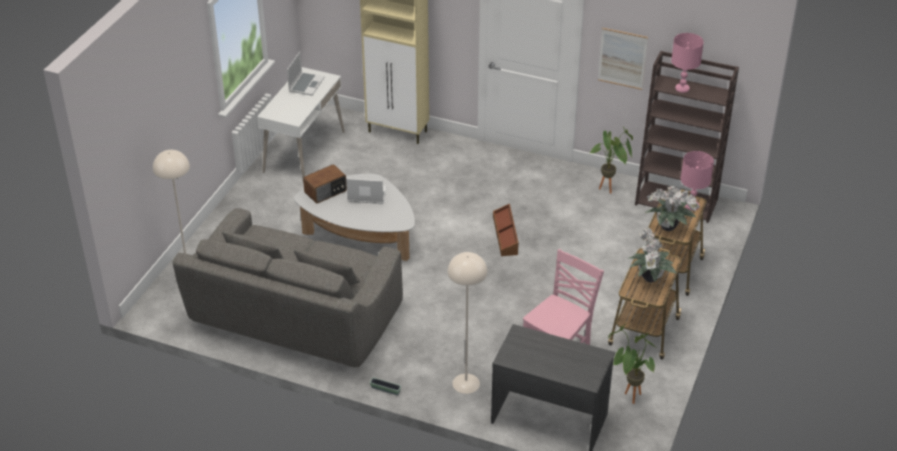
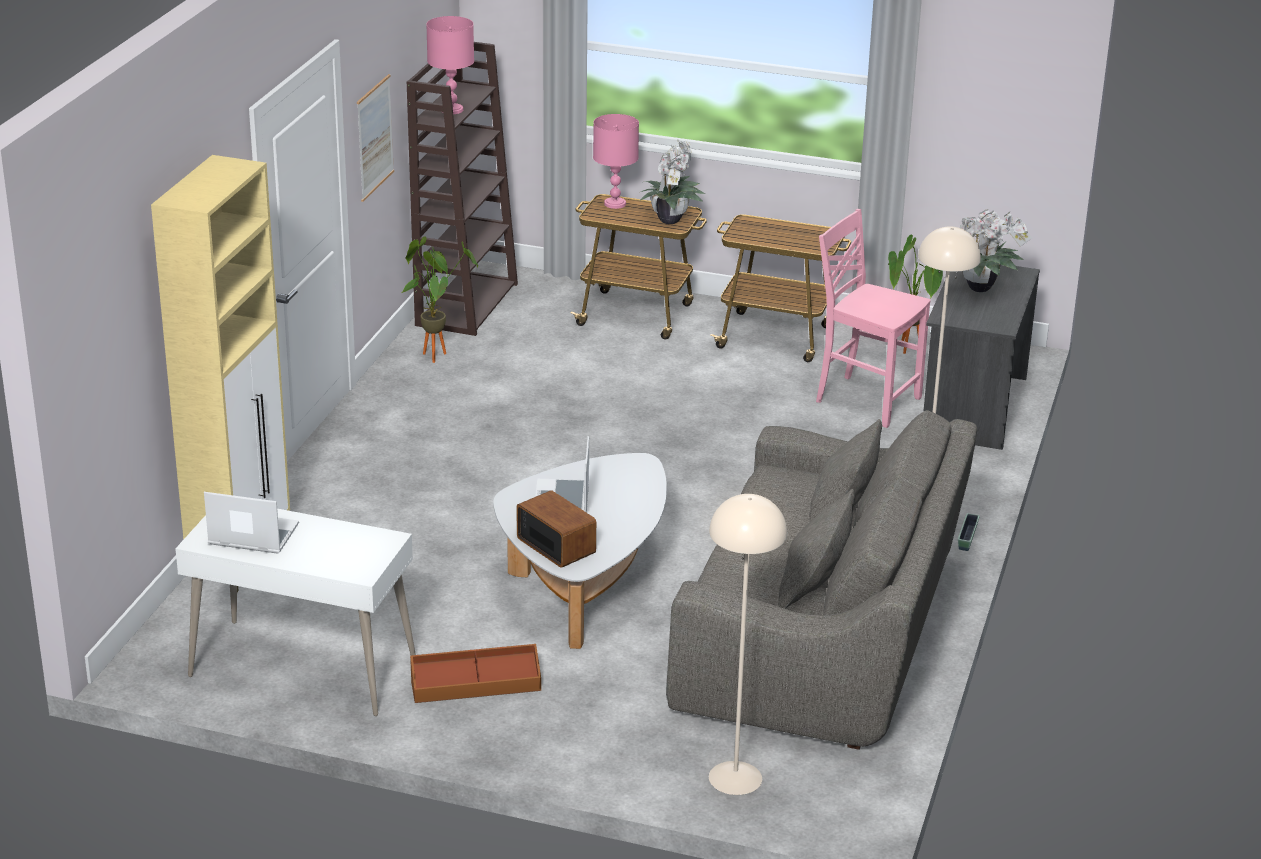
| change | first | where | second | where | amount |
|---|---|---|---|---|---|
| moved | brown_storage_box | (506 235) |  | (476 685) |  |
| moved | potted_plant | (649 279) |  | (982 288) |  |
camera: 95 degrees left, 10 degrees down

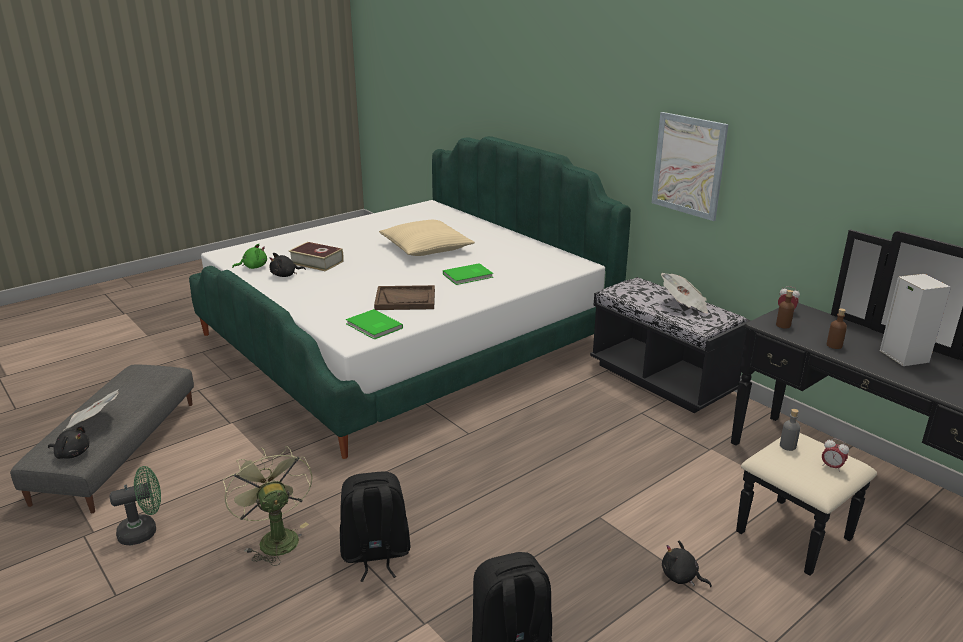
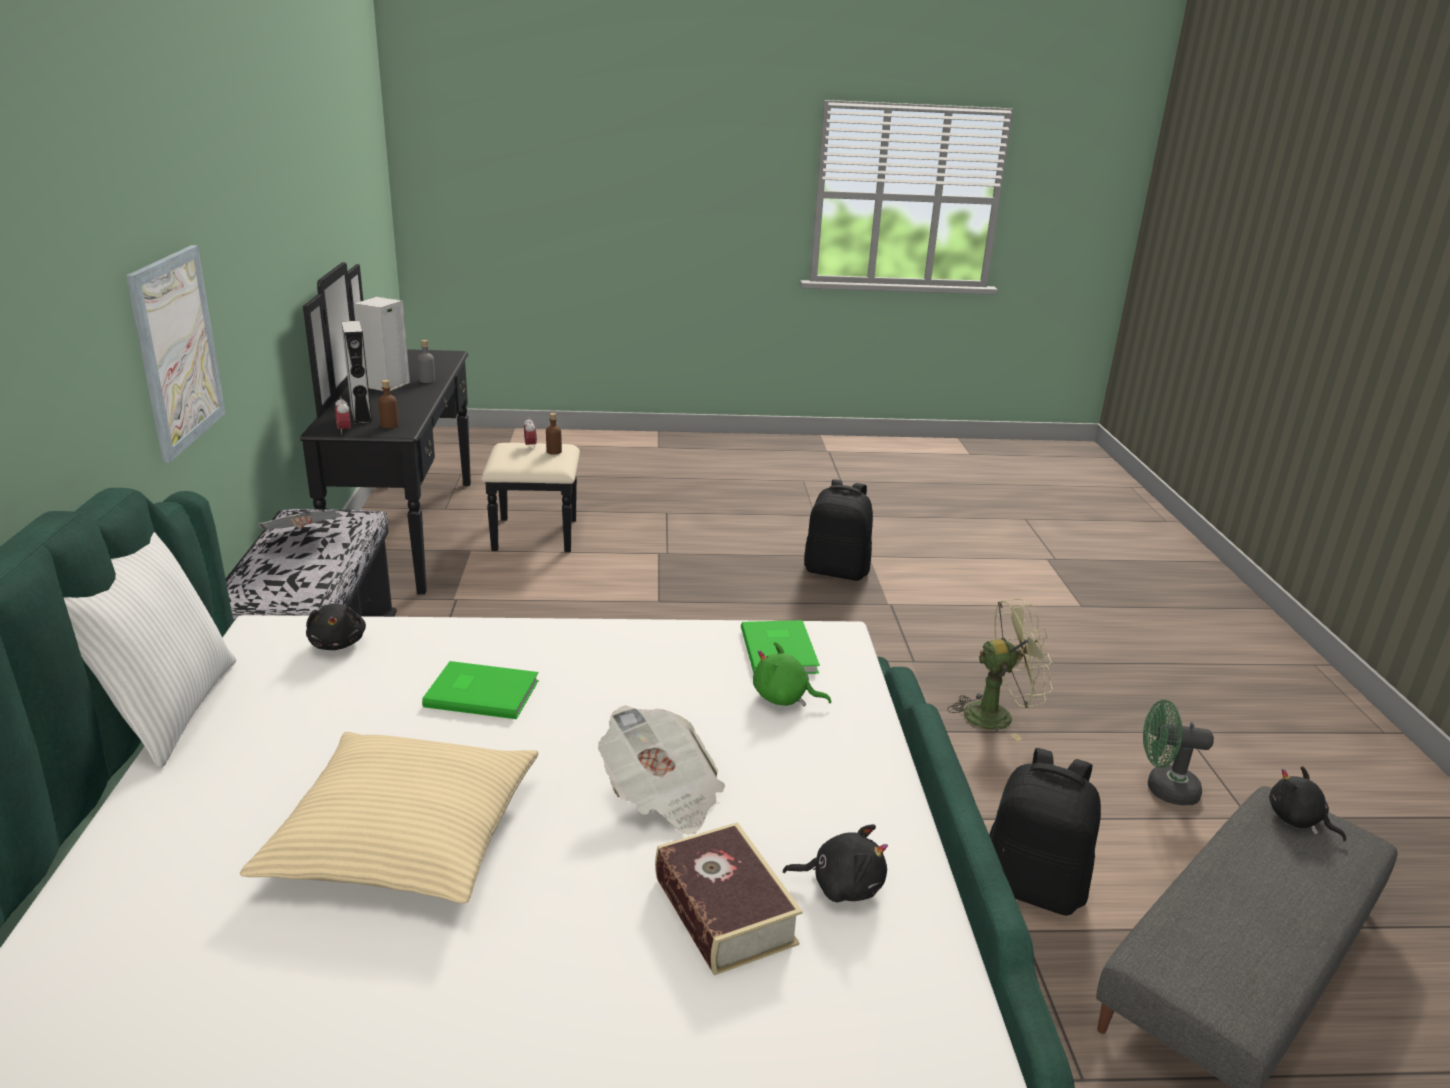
| change | first | where | second | where | amount |
|---|---|---|---|---|---|
| moved | green_plush_toy | (253 267) |  | (784 698) |  |
| removed | brown_tray | (405 300) |  |  |  |
| moved | brown_bottle | (834 345) |  | (554 452) |  |
| moved | newspaper | (94 422) |  | (662 795) |  |
| moved | grey_bottle | (787 446) |  | (427 380) |  |
| turned | green_fan | (275 538) |  | (997 715) | 105 degrees counterclockwise |
| moved | black_backpack | (375 554) |  | (1033 886) |  |
| moved | black_plush_toy | (681 577) |  | (338 643) |  |
| added |  |  | grey_speaker | (361 415) |  |
| added |  |  | white_pillow | (167 711) |  |
camera: 145 degrees left, 0 degrees up

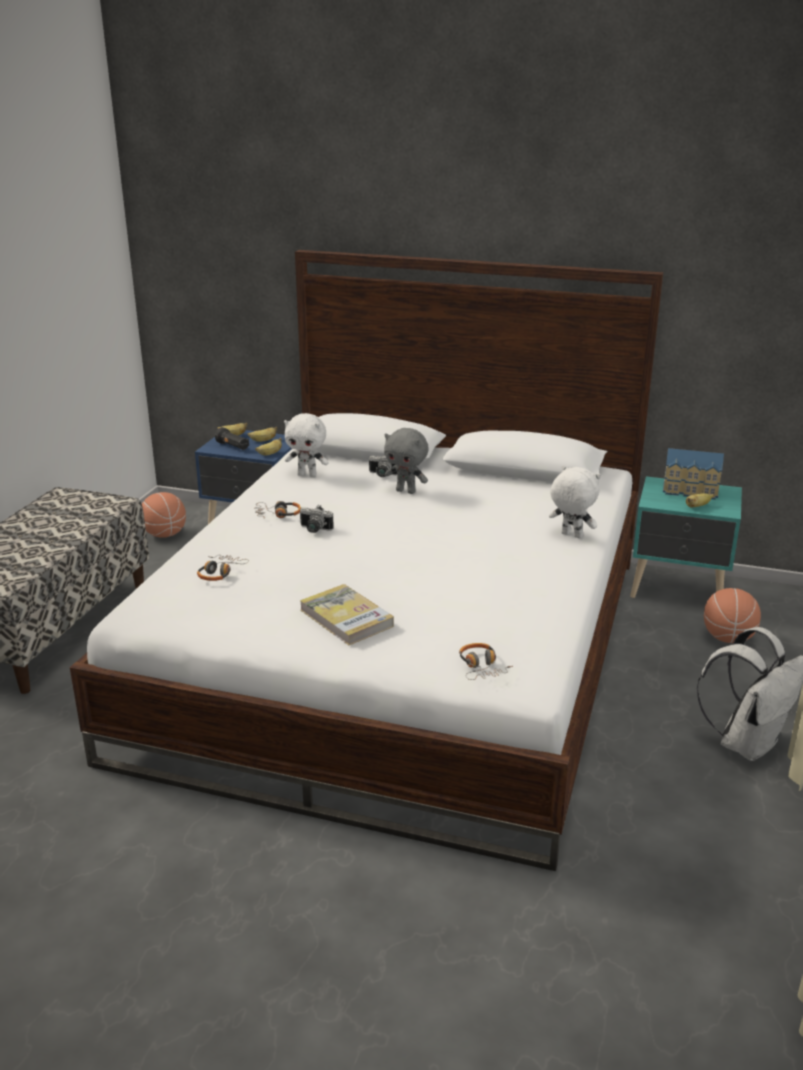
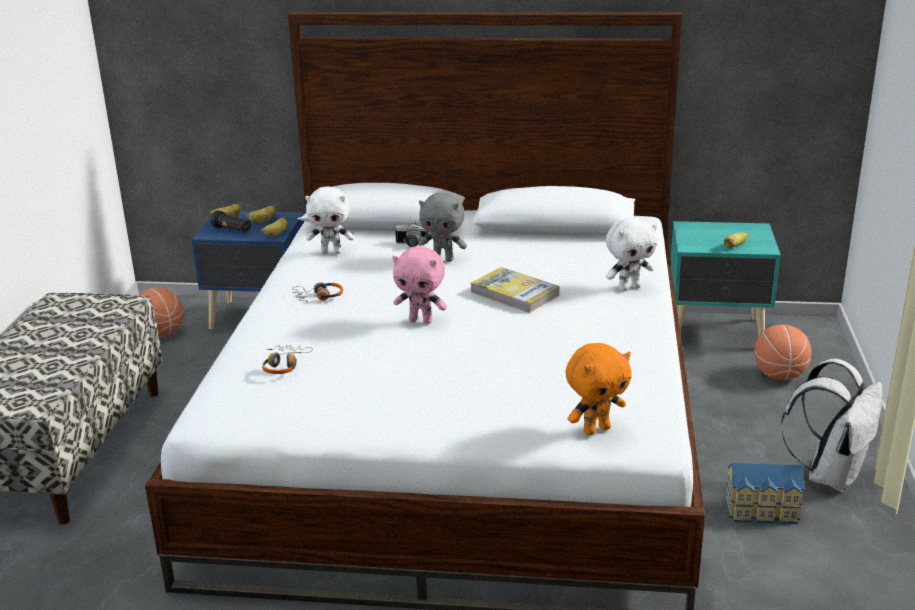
| change | first | where | second | where | amount |
|---|---|---|---|---|---|
| moved | toy_house | (690 491) |  | (763 511) |  |
| turned | white_plush_toy | (570 535) |  | (629 288) | 135 degrees clockwise |
| removed | photo_camera | (314 529) |  |  |  |
| moved | book | (346 618) |  | (514 293) |  |
| replaced | headphones | (481 667) | orange_plush_toy | (596 429) |  |
| added |  |  | pink_plush_toy | (421 320) |  |
camera: 10 degrees left, 0 degrees up

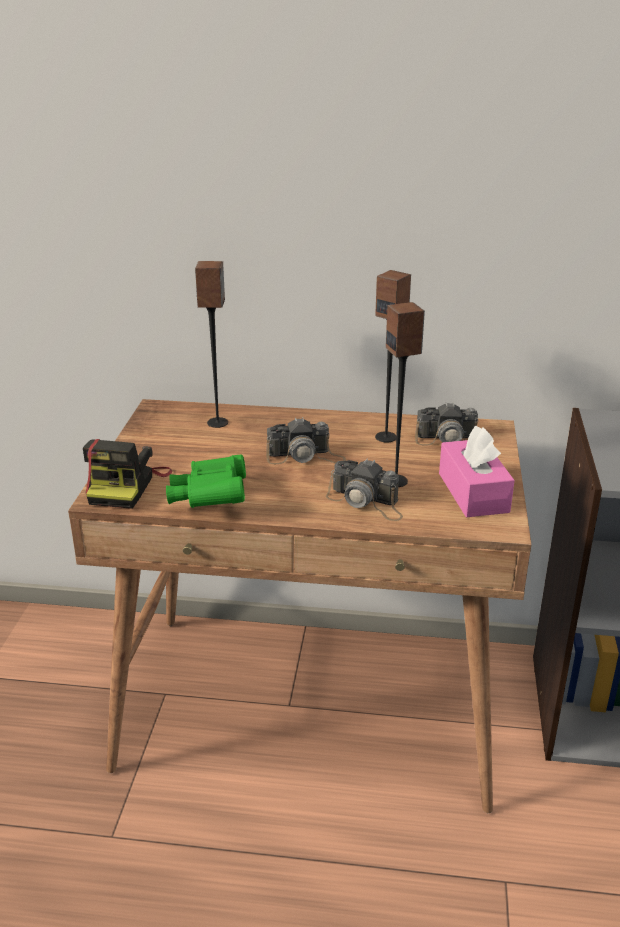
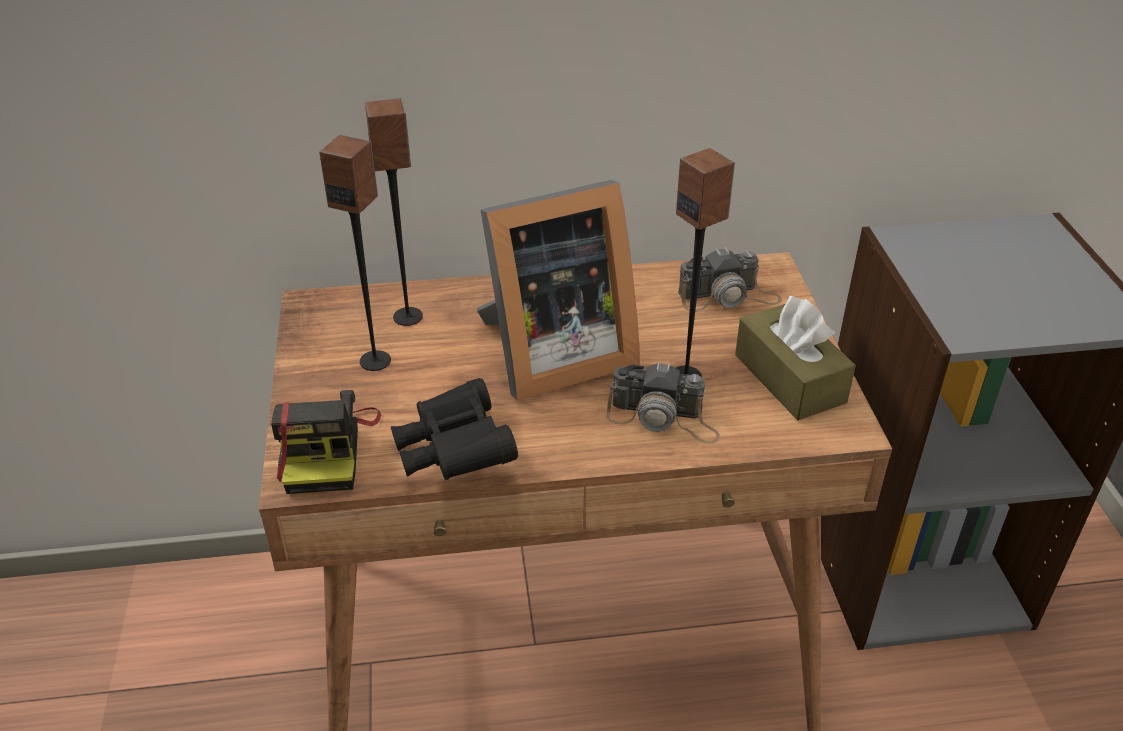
| change | first | where | second | where | amount |
|---|---|---|---|---|---|
| moved | speaker | (386 437) |  | (375 360) |  |
| replaced | photo_camera | (305 456) | picture_frame | (551 355) |  |
| recoloured | pink_tissue_box | (473 492) | brown_tissue_box | (789 378) |  |
| recoloured | green_binoculars | (210 499) | black_binoculars | (454 452) |  |
camera: 15 degrees left, 10 degrees up

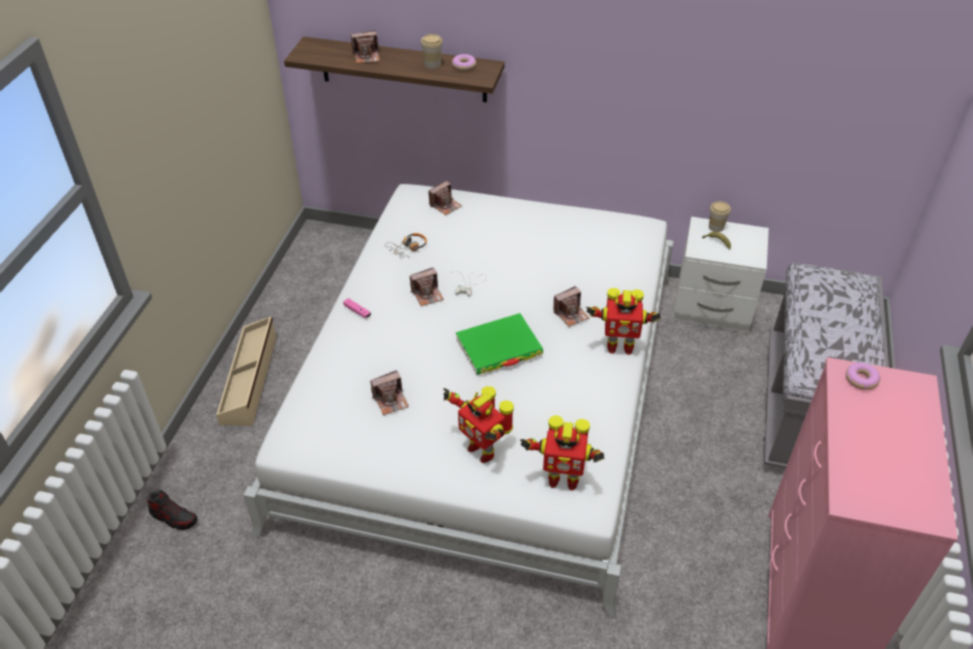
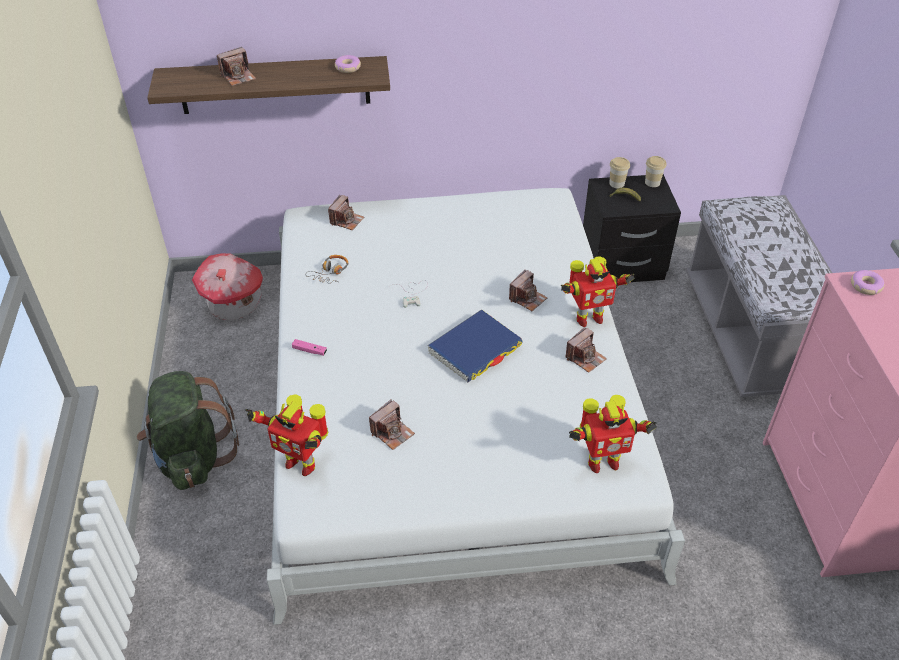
| change | first | where | second | where | amount |
|---|---|---|---|---|---|
| moved | cup | (432 64) |  | (652 182) |  |
| recoloured | white_nightstand | (711 309) | black_nightstand | (622 265) |  |
| moved | photo_camera | (427 294) |  | (585 358) |  |
| recoloured | green_book | (499 347) | blue_book | (475 349) |  |
| replaced | beige_storage_box | (250 379) | green_backpack | (192 457) |  |
| moved | toy_robot | (482 449) |  | (300 462) |  |
| removed | shoe | (174 517) |  |  |  |
| added |  |  | toy_house | (234 304) |  |
camera: 20 degrees left, 0 degrees up

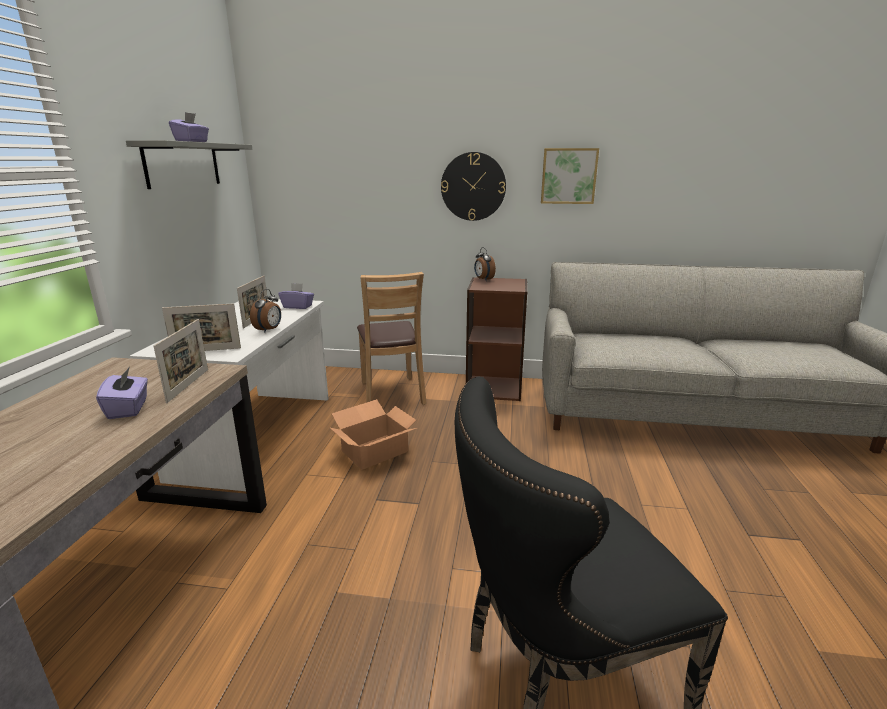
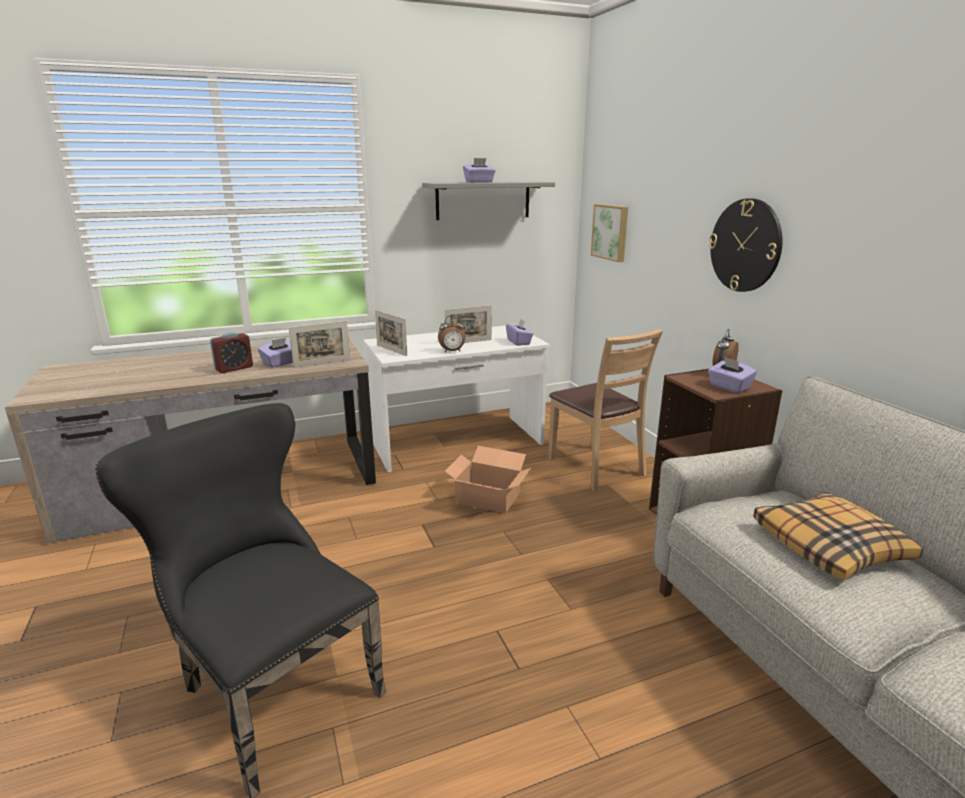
| change | first | where | second | where | amount |
|---|---|---|---|---|---|
| moved | picture | (568 176) |  | (611 232) |  |
| turned | brown_chair | (391 393) |  | (596 467) | 75 degrees counterclockwise |
| added |  |  | alarm_clock | (234 368) |  |
| added |  |  | purple_tissue_box | (729 387) |  |
| added |  |  | pillow | (830 547) |  |
camera: 60 degrees right, 0 degrees up

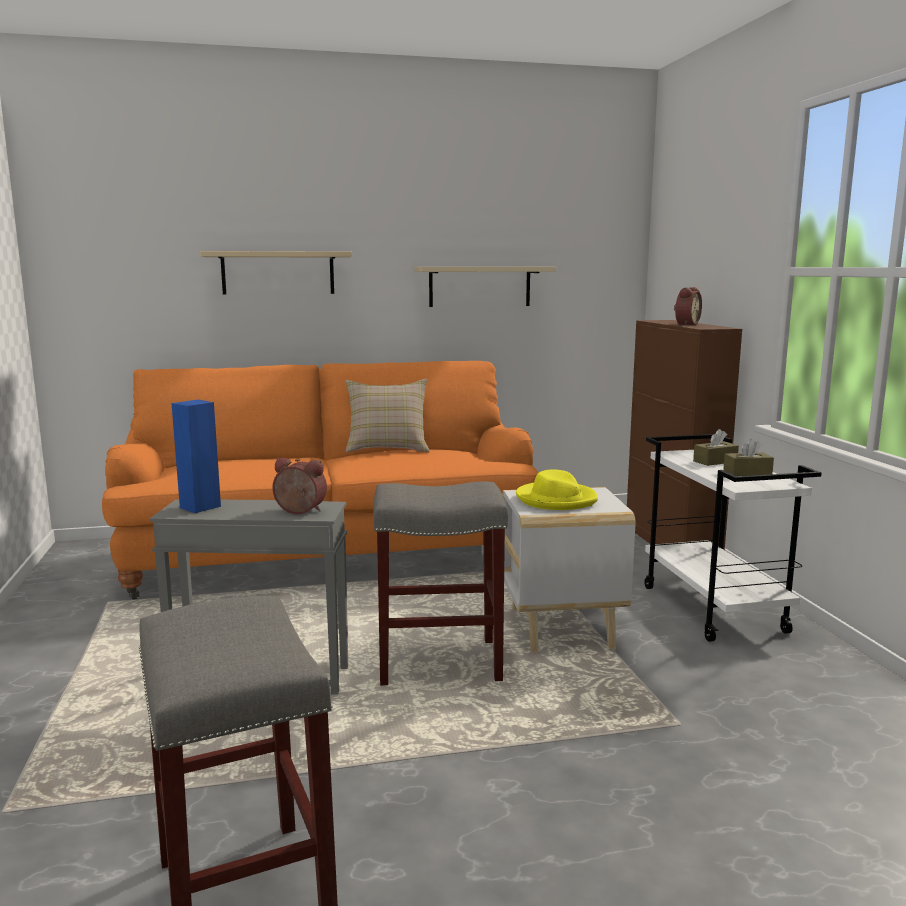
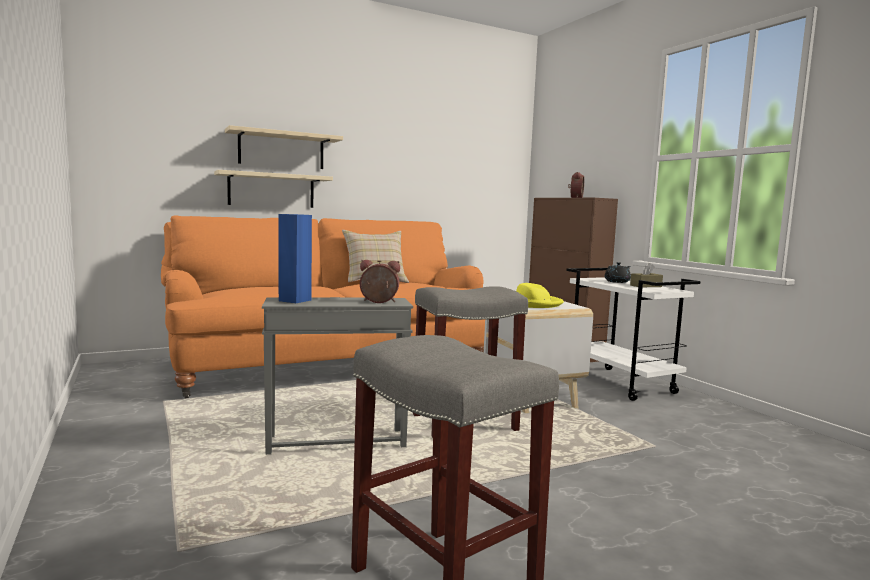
| change | first | where | second | where | amount |
|---|---|---|---|---|---|
| moved | beige_shelf | (480 286) |  | (271 190) |  |
| replaced | brown_tissue_box | (715 461) | black_teapot | (617 282) |  |
camera: 15 degrees left, 5 degrees down

